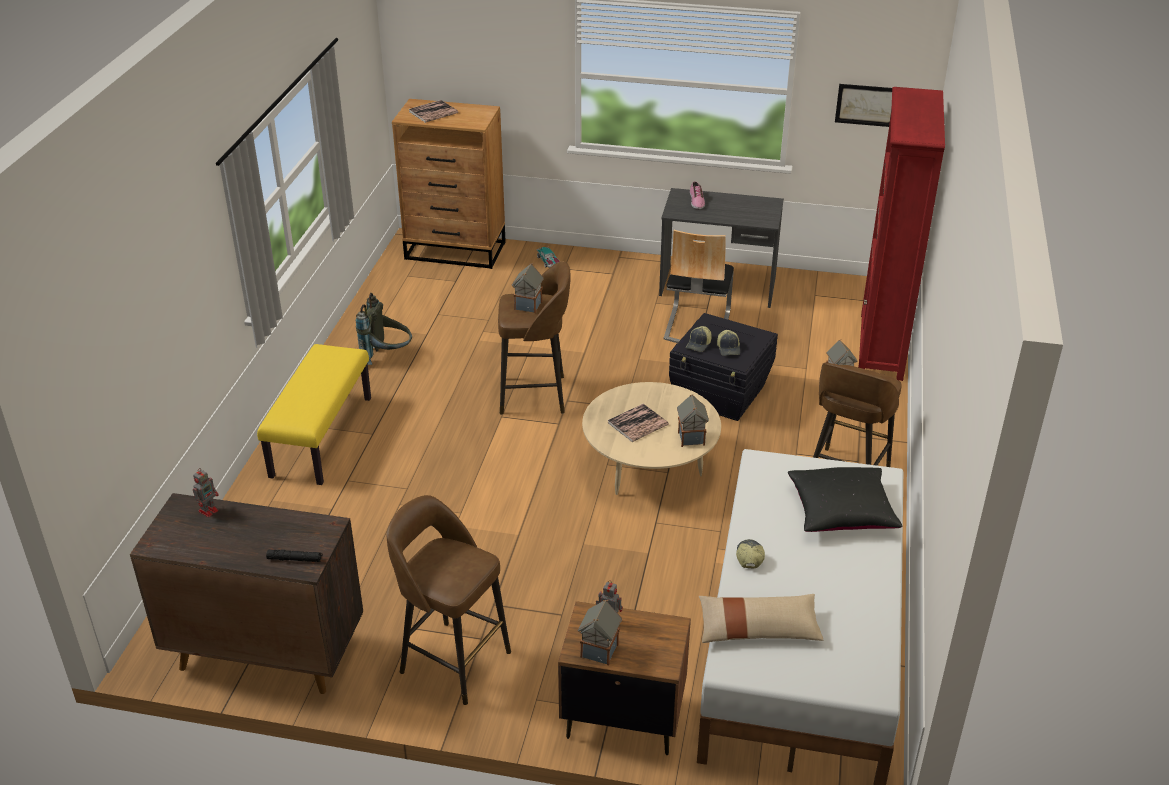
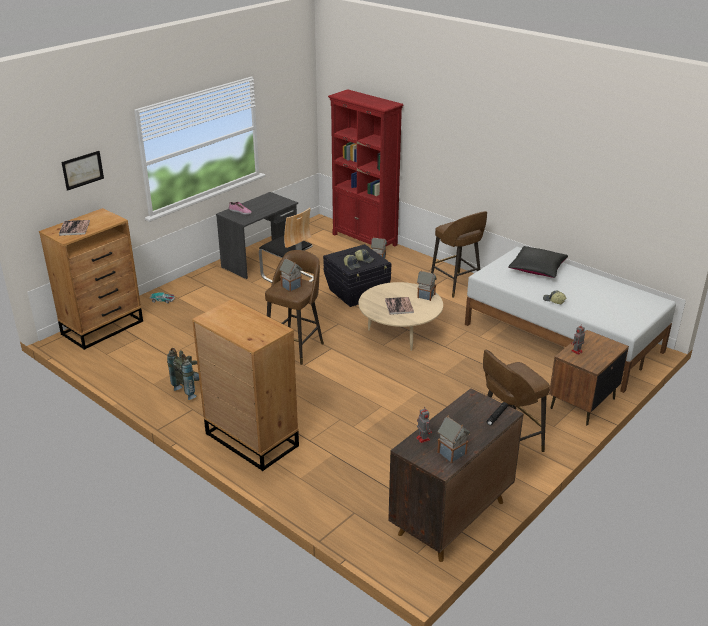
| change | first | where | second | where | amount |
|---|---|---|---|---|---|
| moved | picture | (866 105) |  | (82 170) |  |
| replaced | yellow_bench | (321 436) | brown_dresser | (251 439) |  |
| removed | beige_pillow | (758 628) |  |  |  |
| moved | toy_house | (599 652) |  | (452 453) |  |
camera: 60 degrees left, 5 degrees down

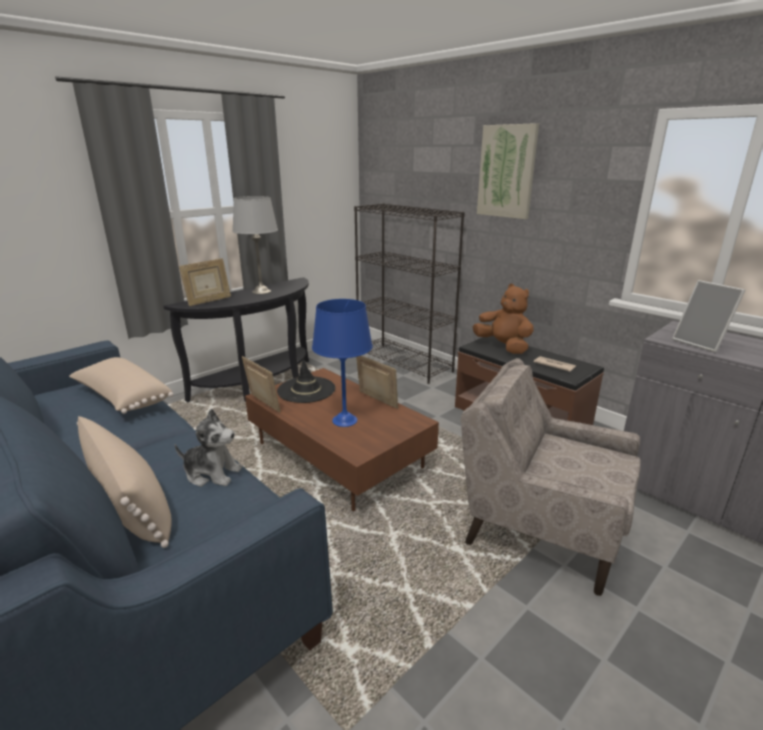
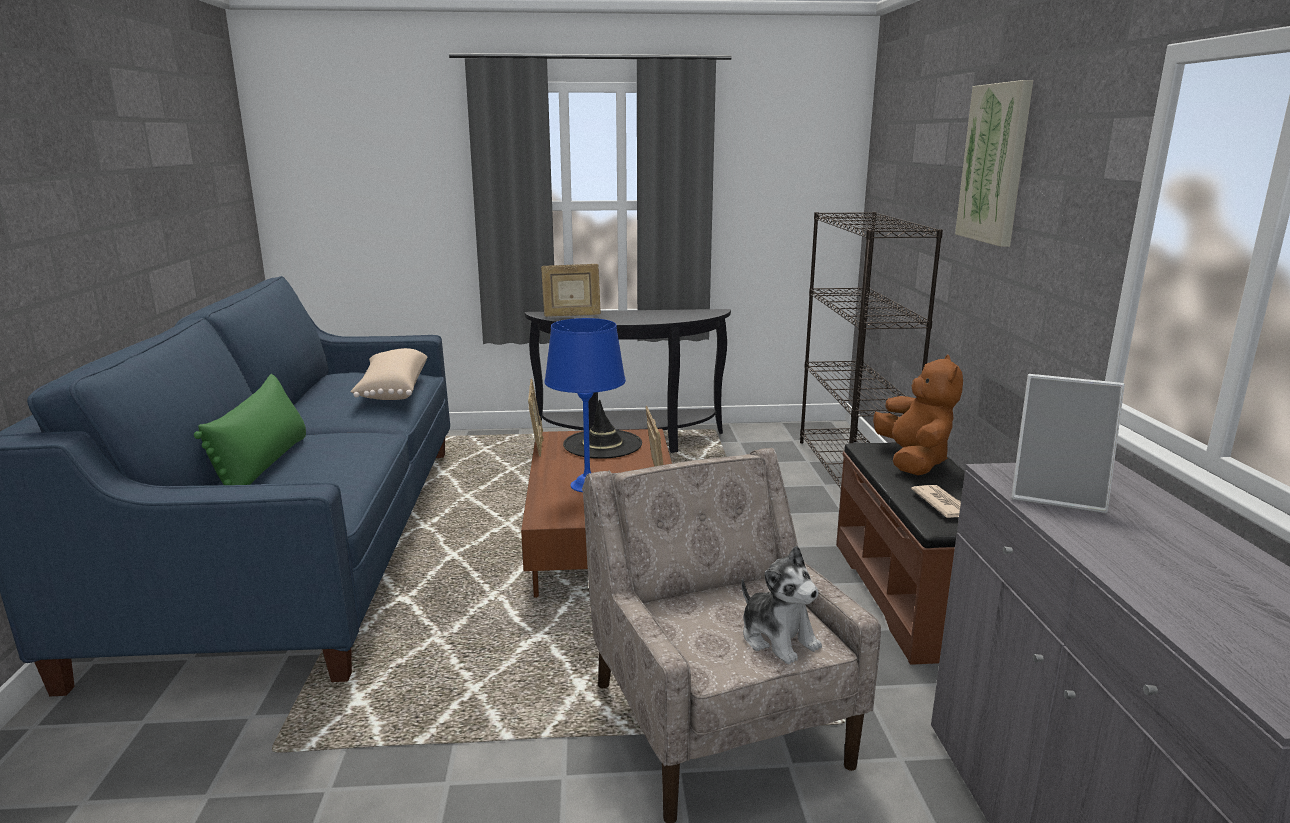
| change | first | where | second | where | amount |
|---|---|---|---|---|---|
| removed | grey_table_lamp | (261 291) |  |  |  |
| turned | picture_frame | (701 343) |  | (1057 495) | 75 degrees counterclockwise |
| moved | plush_toy | (212 473) |  | (778 638) |  |
| recoloured | beige_pillow | (131 504) | green_pillow | (264 464) |  |
camera: 40 degrees right, 5 degrees down

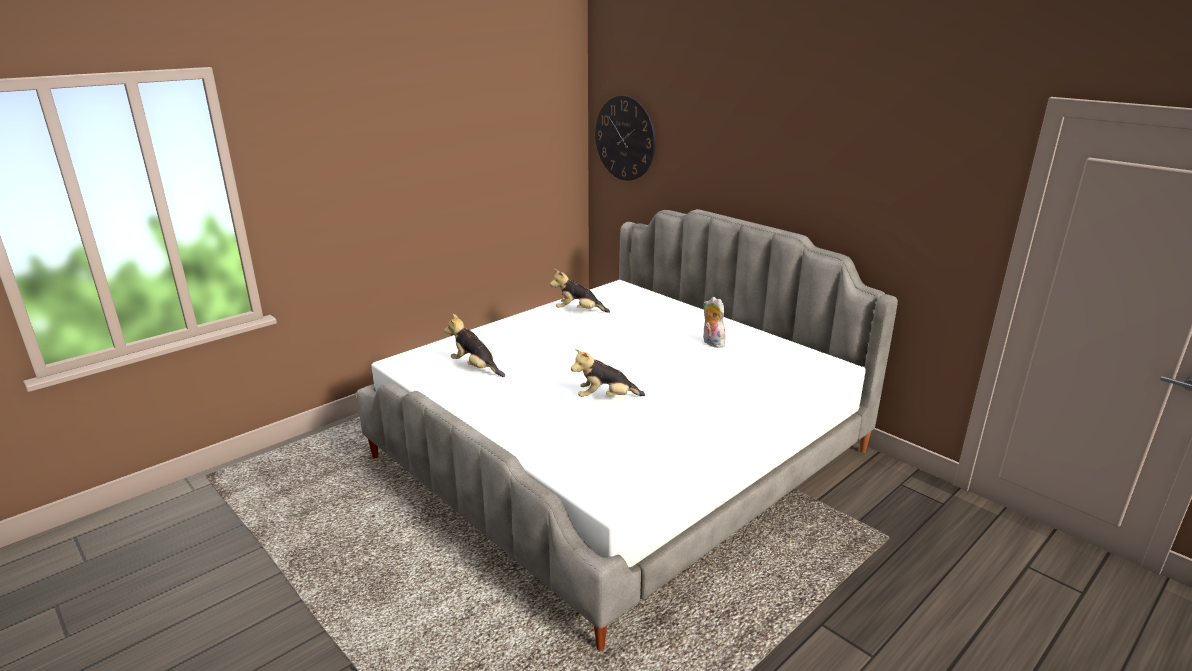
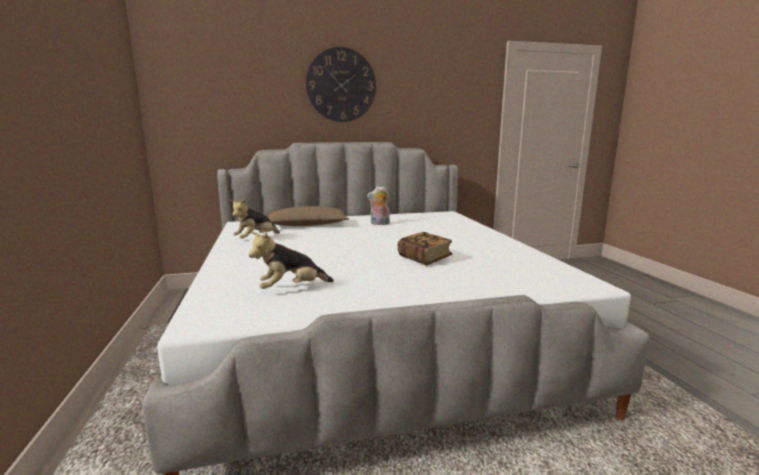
| change | first | where | second | where | amount |
|---|---|---|---|---|---|
| moved | wall_clock | (625 138) |  | (341 85) |  |
| replaced | plush_toy | (606 398) | book | (424 259) |  |
| added |  |  | brown_pillow | (307 225) |  |
camera: 60 degrees left, 10 degrees down

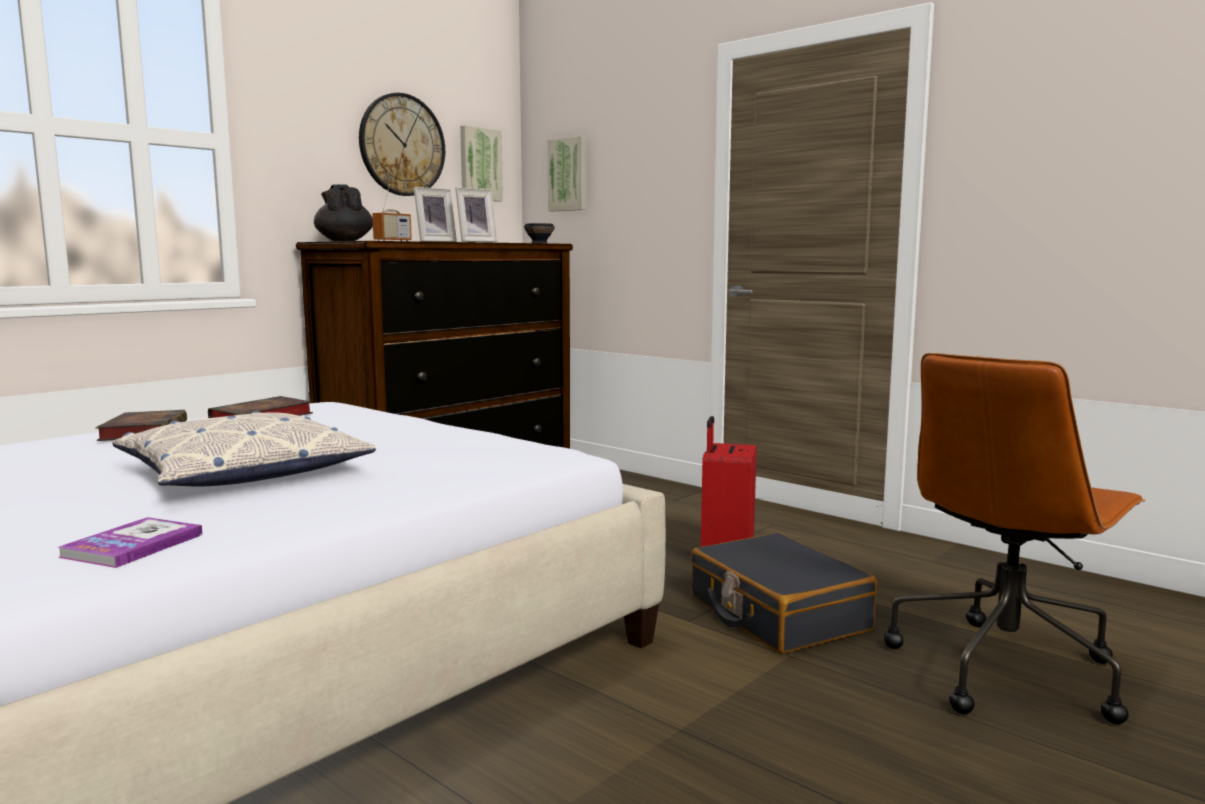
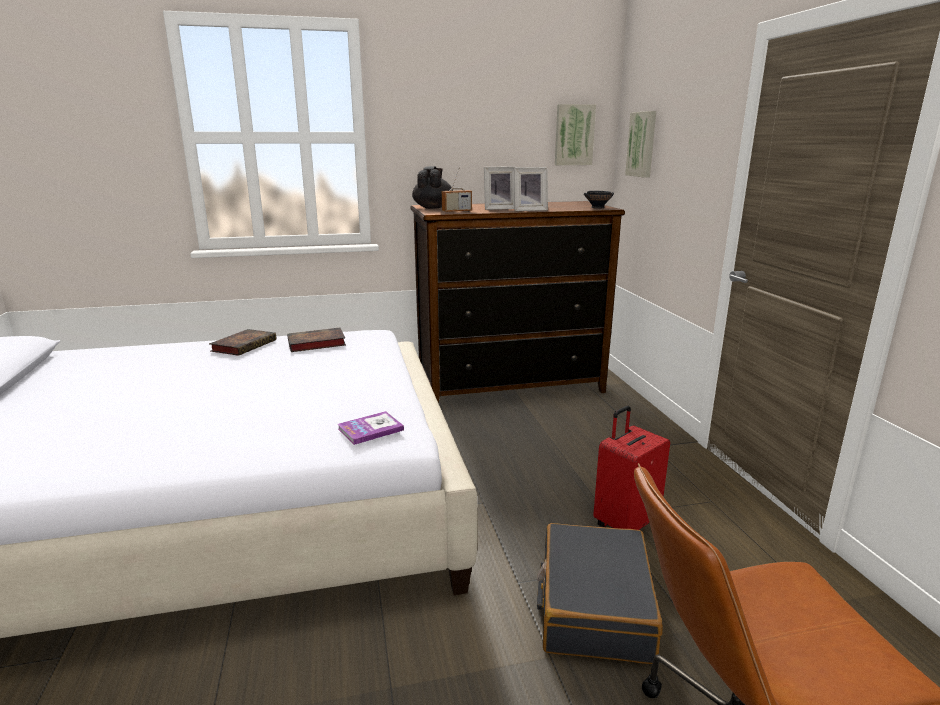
| change | first | where | second | where | amount |
|---|---|---|---|---|---|
| removed | wall_clock | (402 145) |  |  |  |
| removed | pillow | (243 472) |  |  |  |
| moved | book | (133 545) |  | (370 429) |  |
camera: 35 degrees right, 10 degrees up

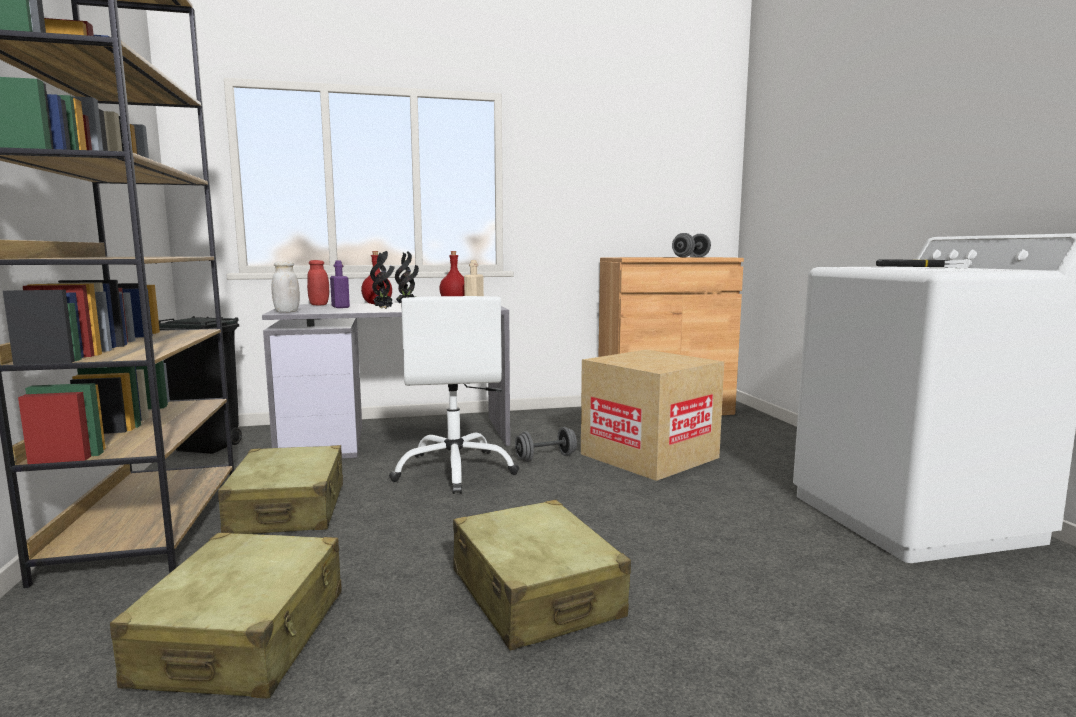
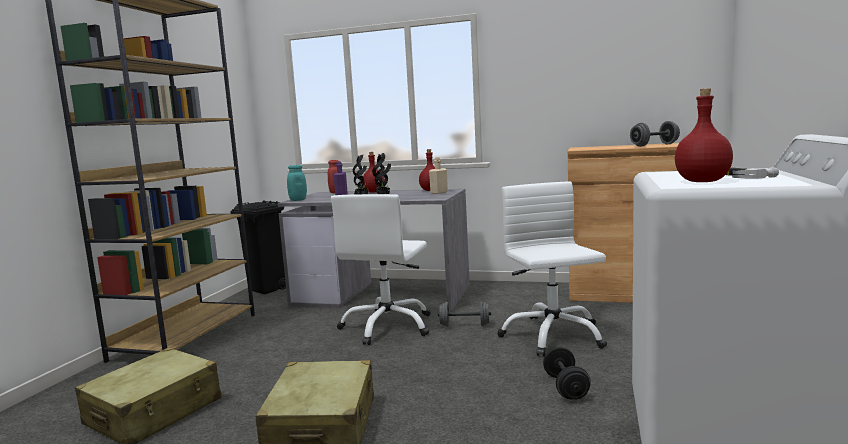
| change | first | where | second | where | amount |
|---|---|---|---|---|---|
| recoloured | white_jar | (287 311) | turquoise_jar | (298 200) |  |
| replaced | cardboard_box | (649 456) | white_office_chair | (552 335) |  |
| removed | beige_suitcase | (288 509) |  |  |  |
| added |  |  | red_bottle | (703 181) |  |
| added |  |  | black_dumbbell | (566 387) |  |
camera: 30 degrees right, 0 degrees up

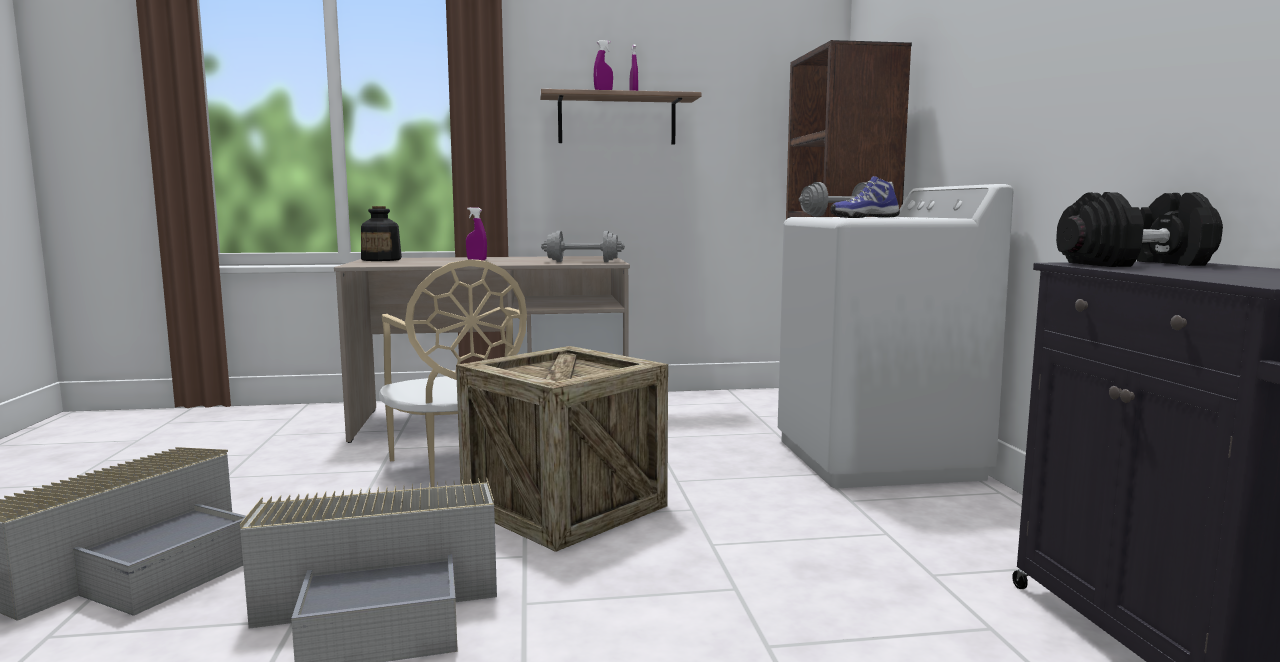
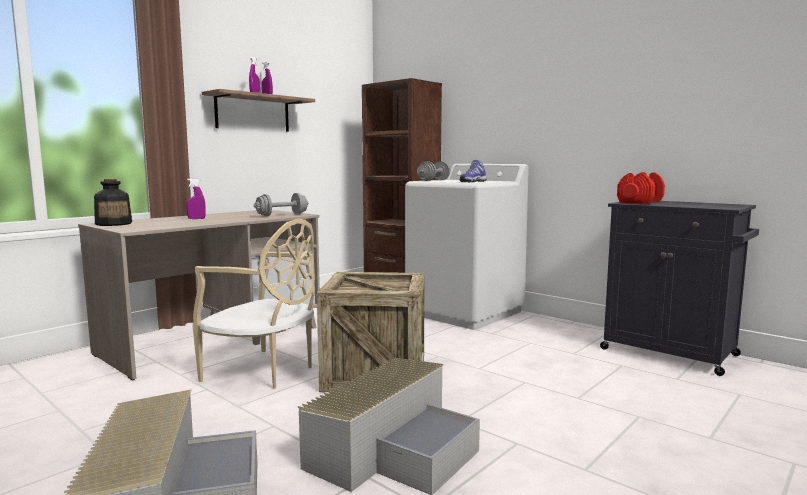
| change | first | where | second | where | amount |
|---|---|---|---|---|---|
| recoloured | black_dumbbell | (1134 264) | red_dumbbell | (639 202) |  |
camera: 40 degrees left, 0 degrees up

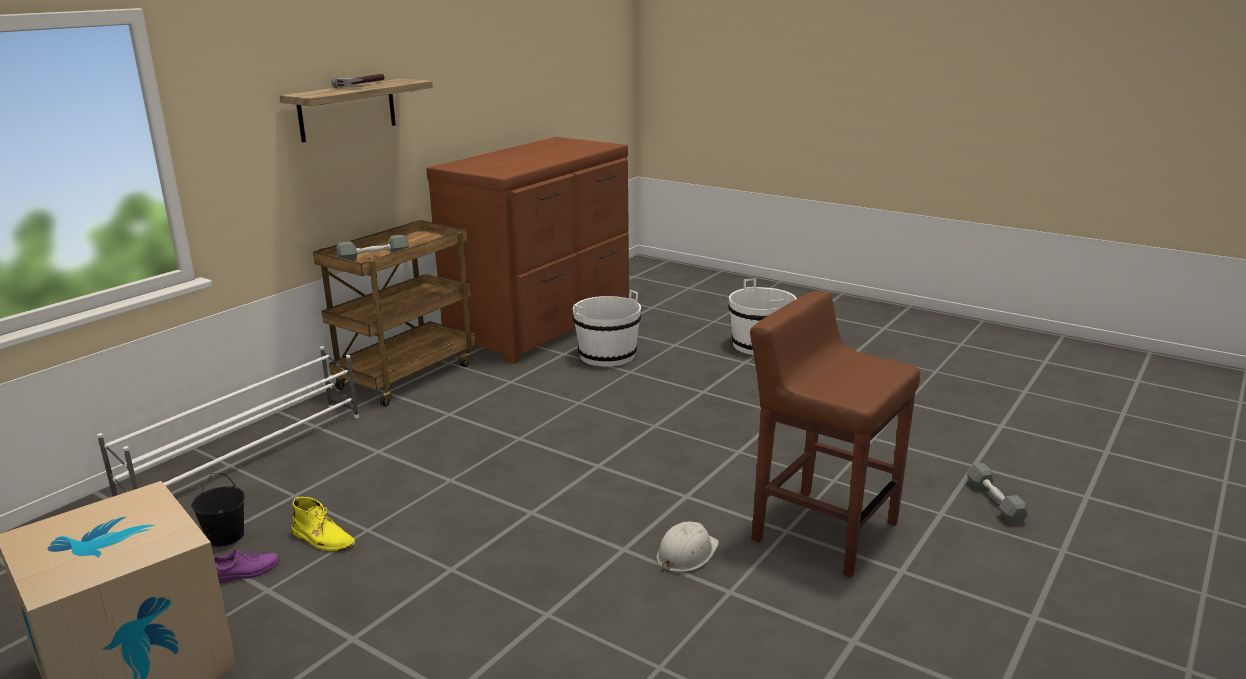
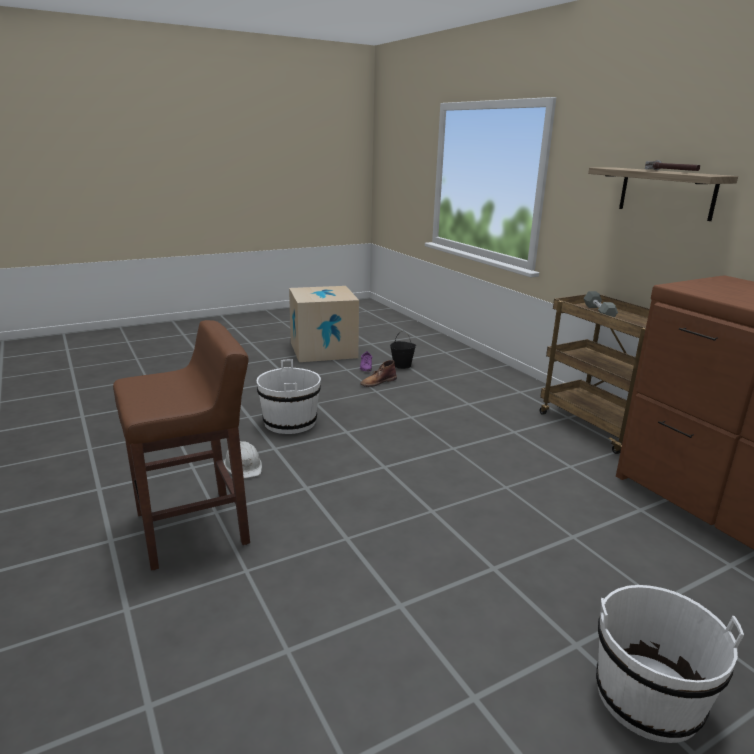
| change | first | where | second | where | amount |
|---|---|---|---|---|---|
| moved | white_bucket | (607 355) |  | (290 422) |  |
| removed | white_shoe_rack | (248 457) |  |  |  |
| removed | grey_dumbbell | (995 502) |  |  |  |
| recoloured | yellow_boot | (323 539) | brown_boot | (378 382) |  |
camera: 115 degrees right, 0 degrees up

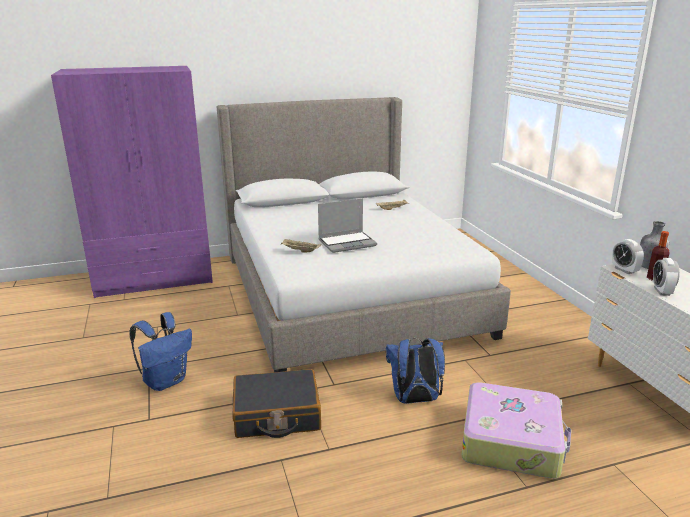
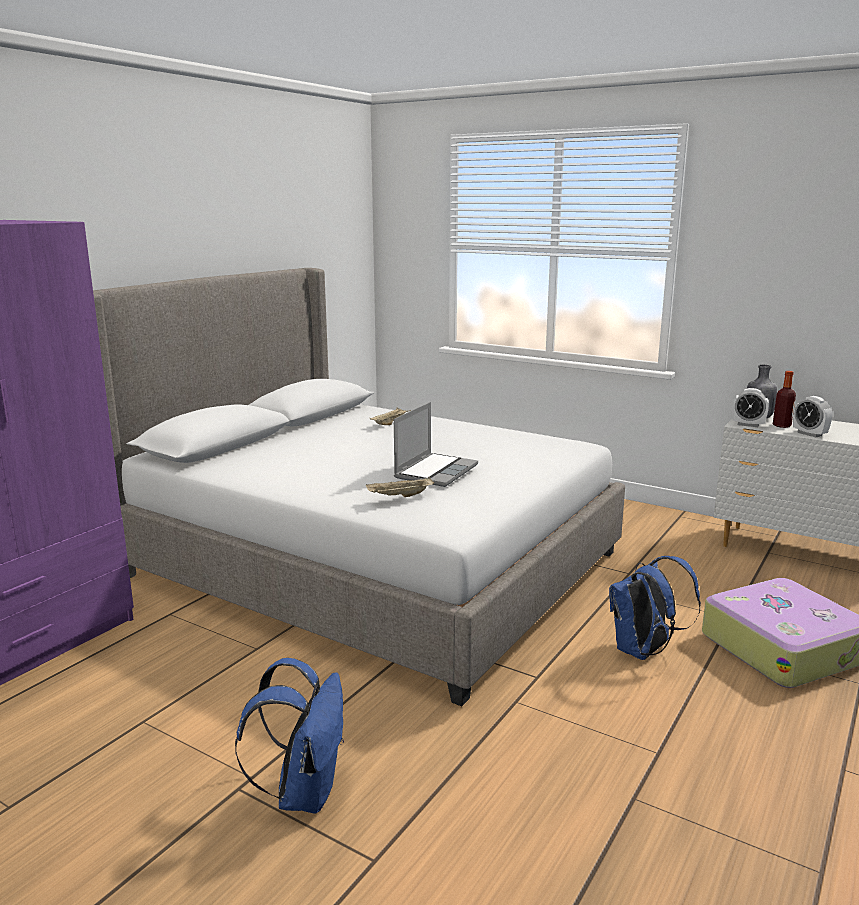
| change | first | where | second | where | amount |
|---|---|---|---|---|---|
| removed | black_suitcase | (277 415) |  |  |  |
camera: 40 degrees left, 5 degrees down

